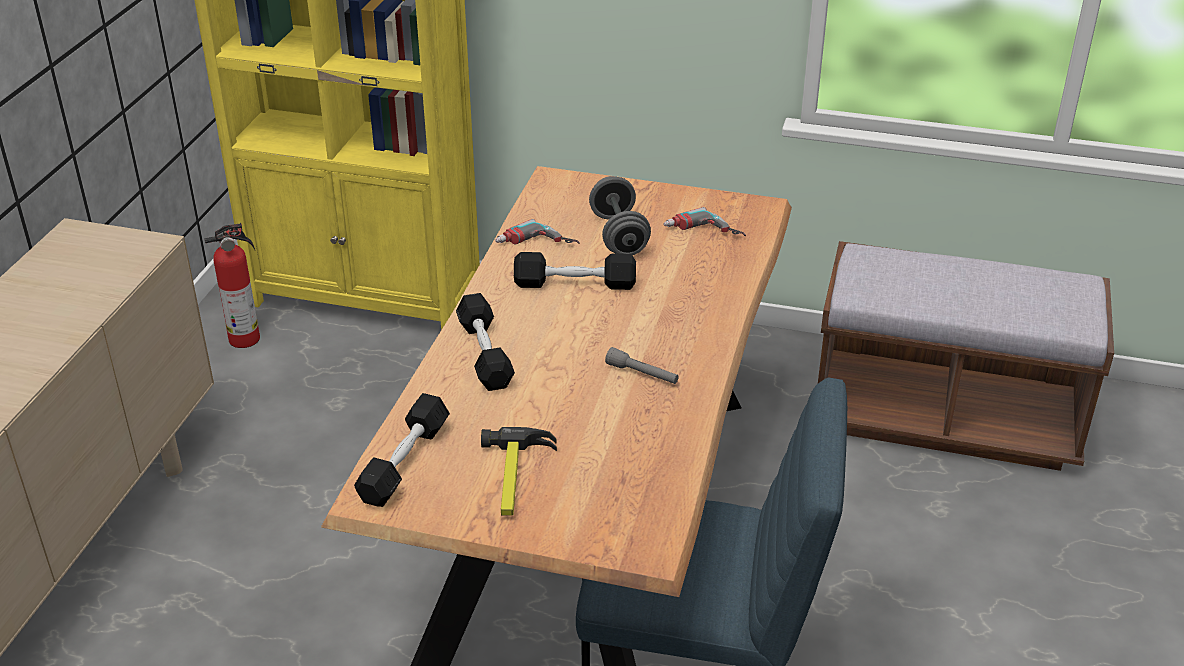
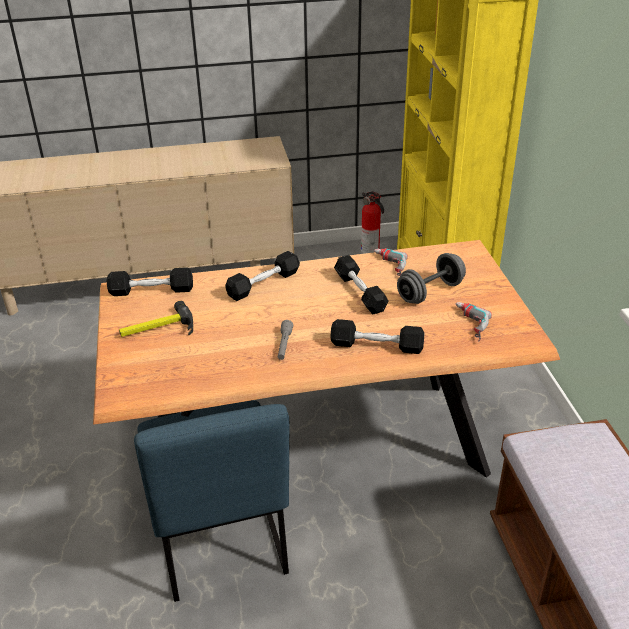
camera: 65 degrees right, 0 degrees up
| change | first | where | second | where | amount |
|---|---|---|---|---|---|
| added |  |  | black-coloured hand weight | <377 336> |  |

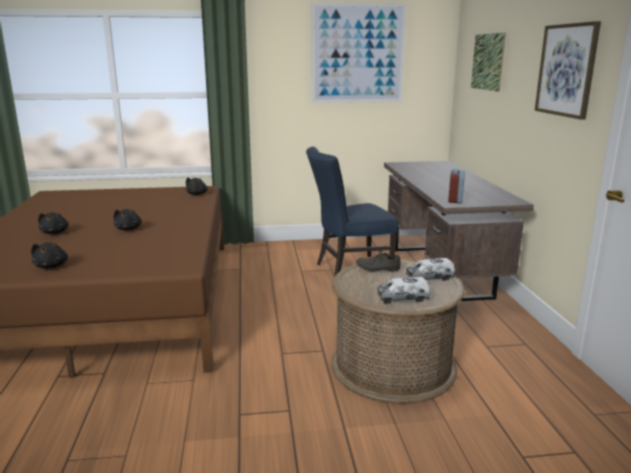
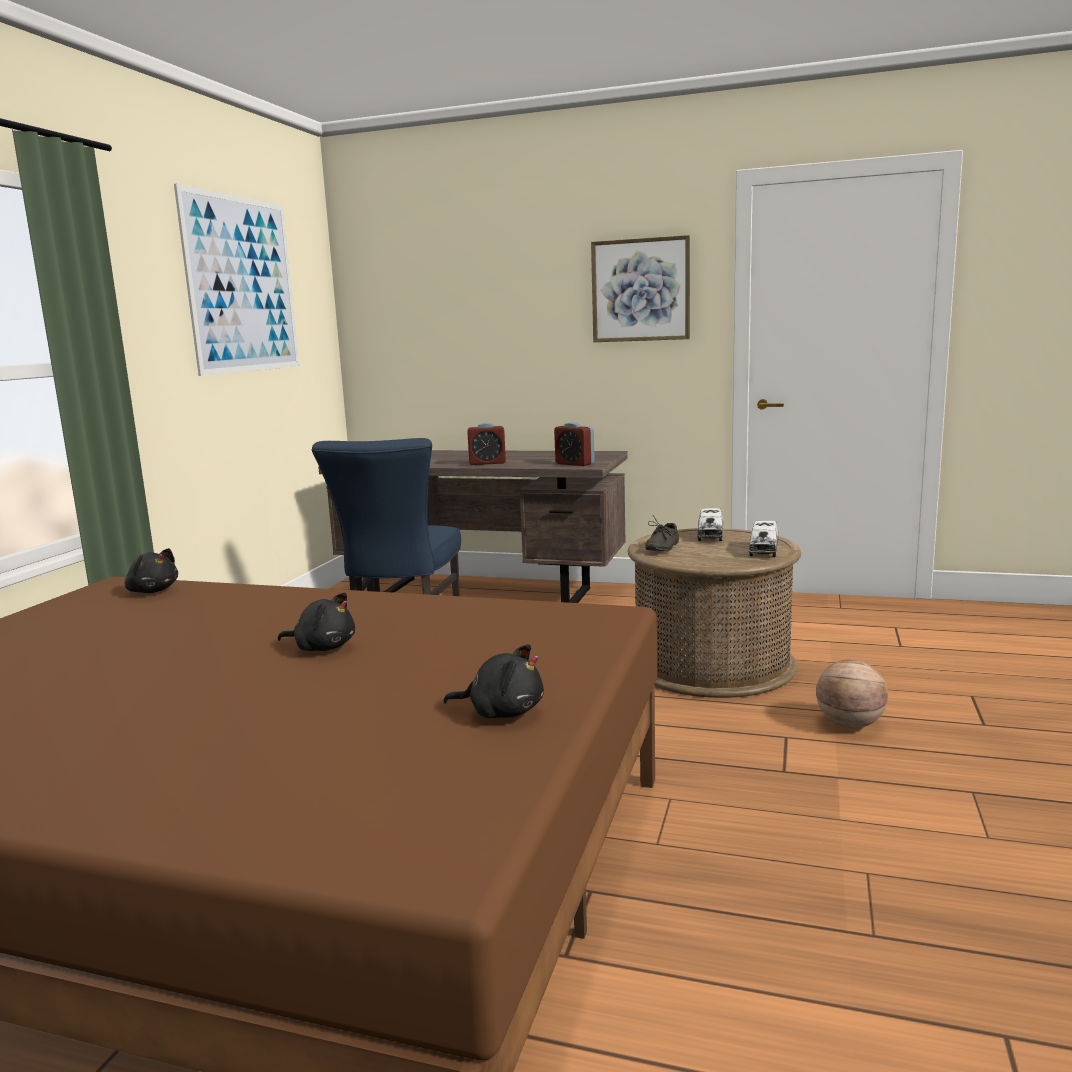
camera: 65 degrees left, 5 degrees down
| change | first | where | second | where | amount |
|---|---|---|---|---|---|
| removed | picture | <488 62> |  |  |  |
| removed | black-coloured cuddly toy | <53 223> |  |  |  |
| added |  |  | table clock | <486 444> |  |
| added |  |  | ball for basketball | <852 693> |  |

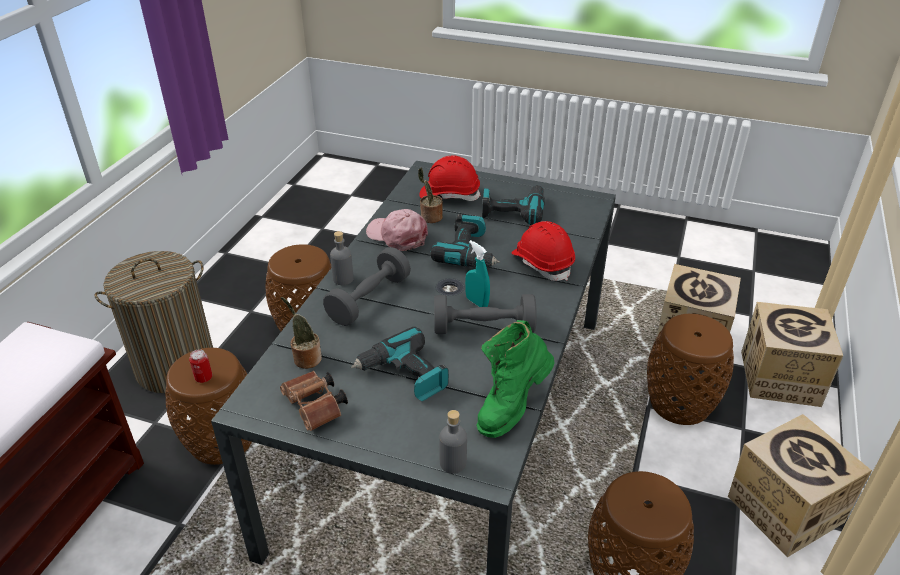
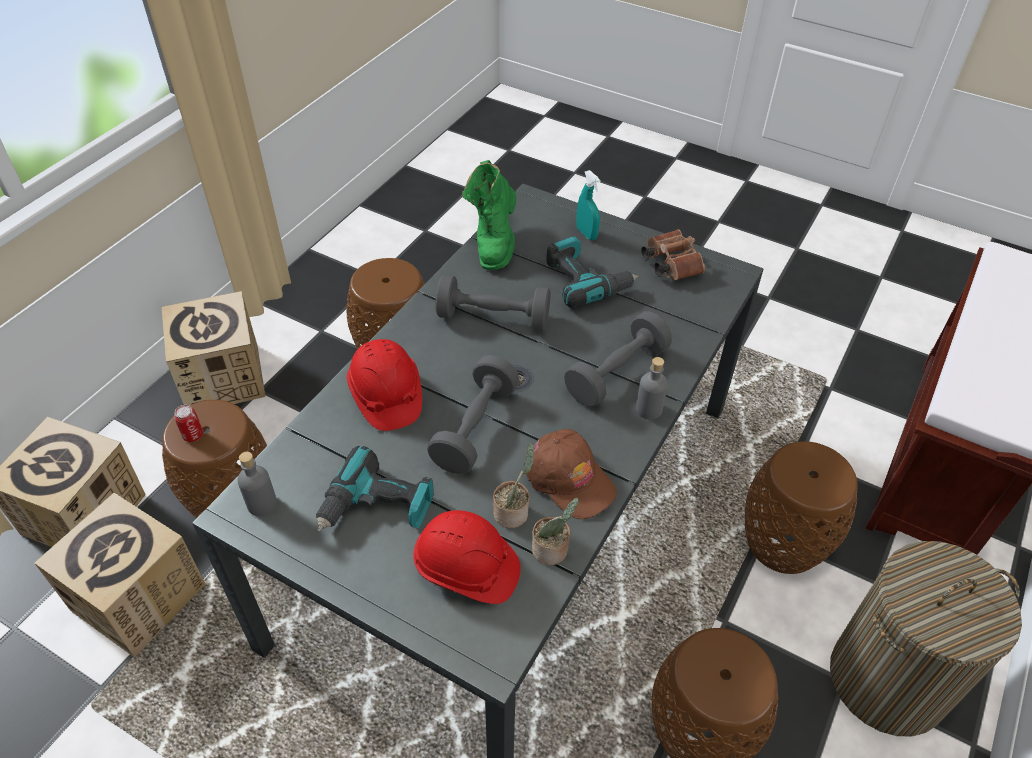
camera: 170 degrees left, 10 degrees up
| change | first | where | second | where | amount |
|---|---|---|---|---|---|
| recoloured | pinkish baseball cap | <397 230> | brownish baseball cap | <571 474> |  |
| replaced | power drill | <465 241> | gray hand weight | <473 414> |  |
| moved | turquoise-coloured spray bottle | <477 273> |  | <588 205> |  |
| moved | potted plant | <301 333> |  | <555 531> |  |
| turned | green-coloured high-top boot | <516 379> |  | <489 215> | 135 degrees clockwise |
| moved | sealed can | <200 366> |  | <188 423> |  |
| moved | gray bottle | <453 442> |  | <257 484> |  |

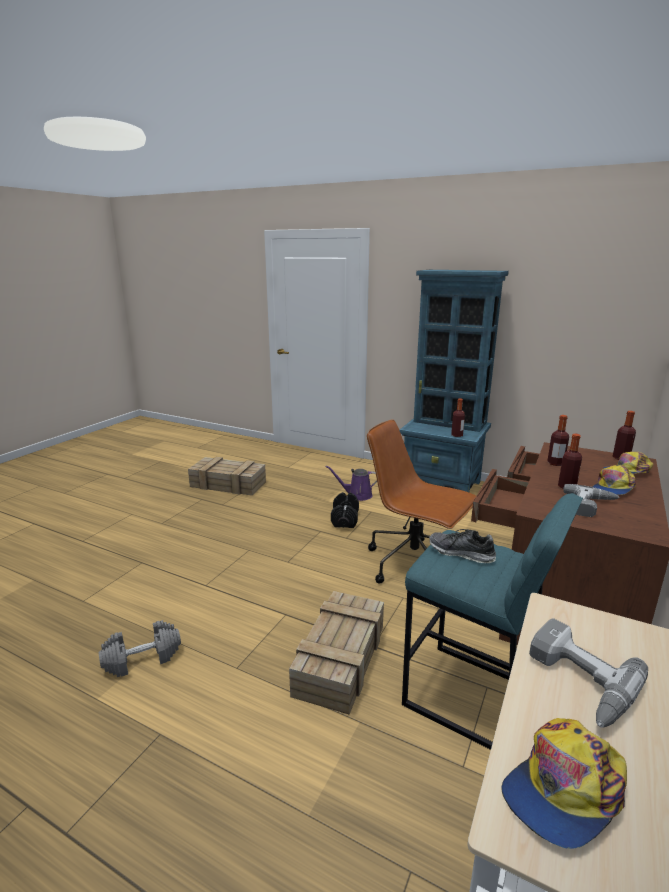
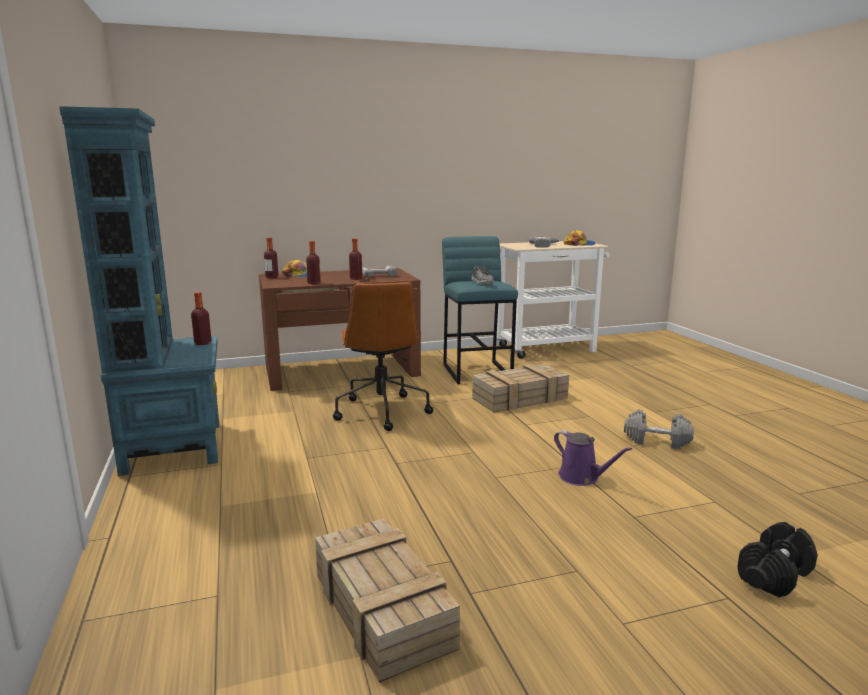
camera: 135 degrees left, 5 degrees down
| change | first | where | second | where | amount |
|---|---|---|---|---|---|
| removed | baseball cap | <614 480> |  |  |  |
| moved | purple-coloured watering can | <351 483> |  | <593 458> |  |
| moved | black-coloured hand weight | <345 510> |  | <777 560> |  |

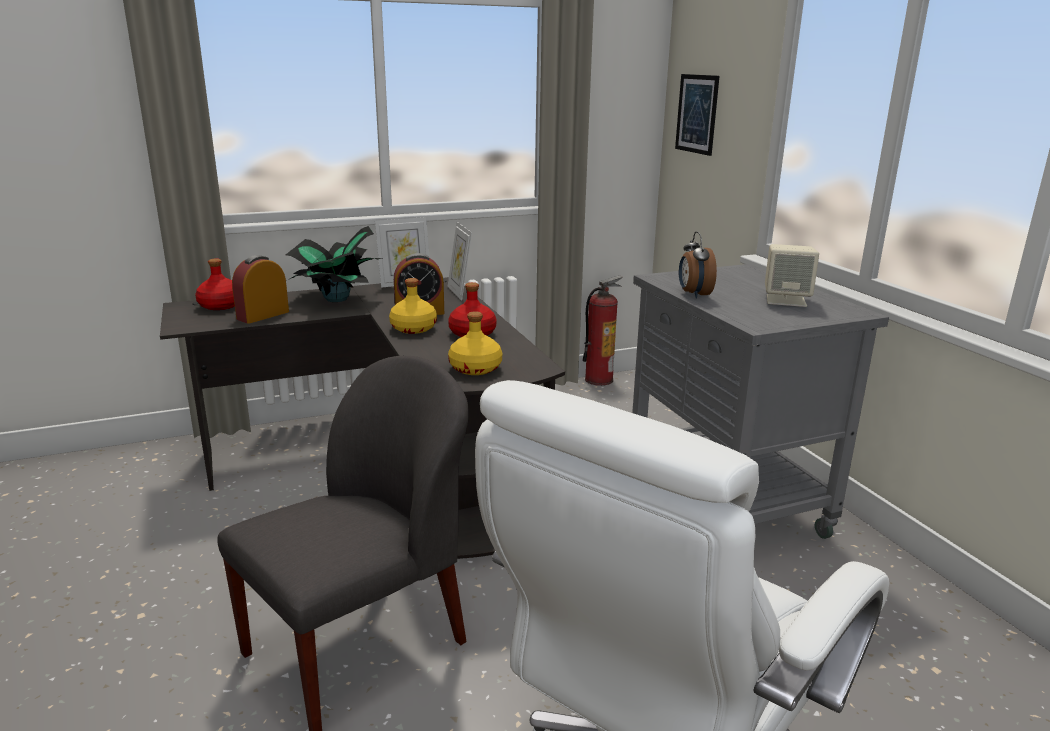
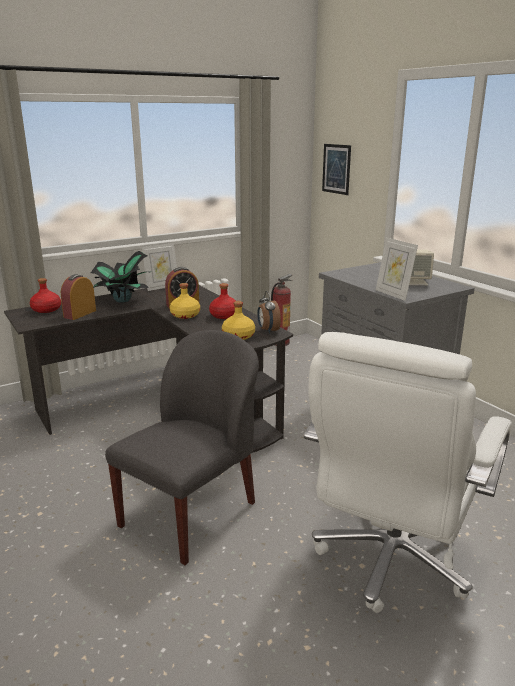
camera: 10 degrees left, 0 degrees up
| change | first | where | second | where | amount |
|---|---|---|---|---|---|
| moved | standing frame | <460 261> |  | <397 269> |  |
| moved | table clock | <698 265> |  | <269 312> |  |

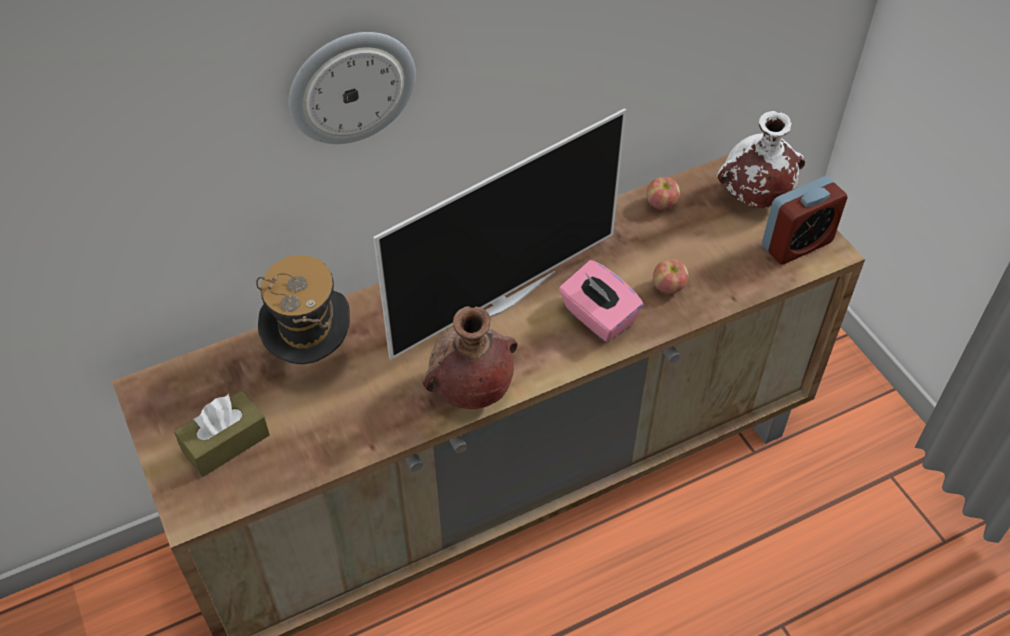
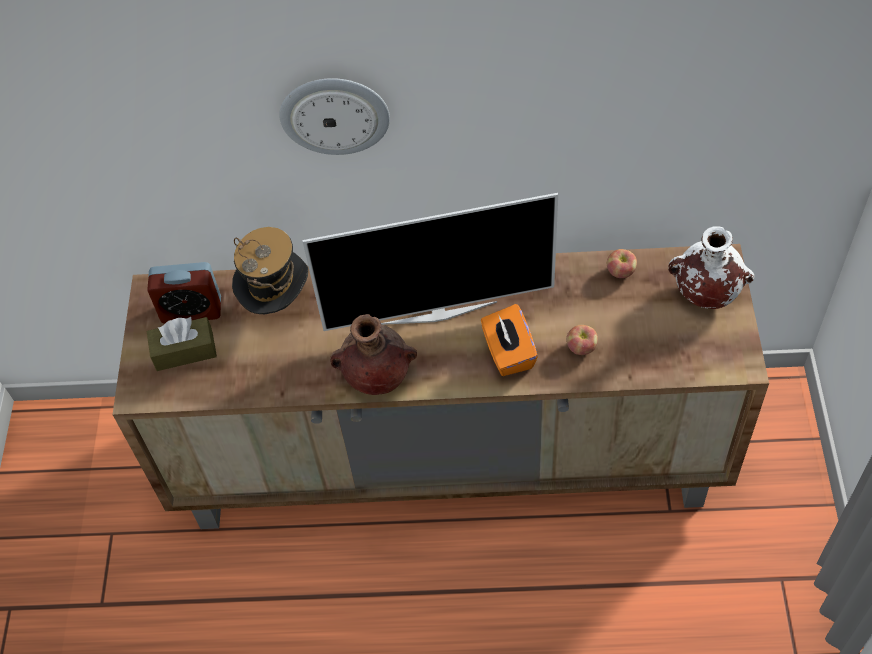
camera: 30 degrees right, 5 degrees up
| change | first | where | second | where | amount |
|---|---|---|---|---|---|
| moved | table clock | <805 220> |  | <184 293> |  |
| recoloured | pinkish tissue box | <601 301> | orange-coloured tissue box | <509 340> |  |

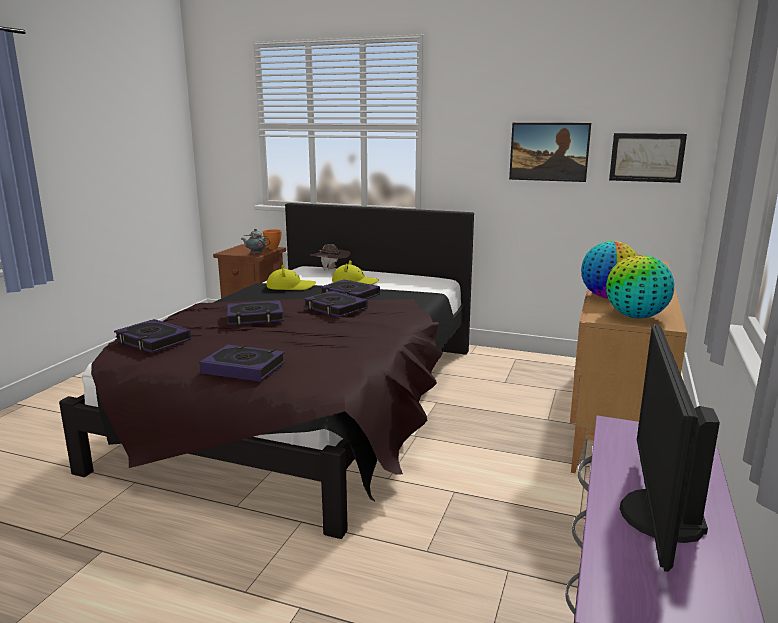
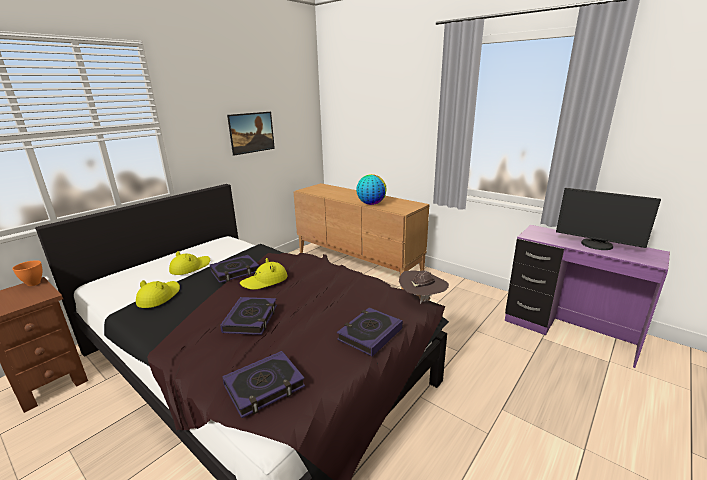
camera: 70 degrees left, 5 degrees up
| change | first | where | second | where | amount |
|---|---|---|---|---|---|
| removed | picture | <648 158> |  |  |  |
| removed | tea pot | <255 242> |  |  |  |
| moved | brownish clothing hat | <331 257> |  | <424 287> |  |
| removed | globe | <640 287> |  |  |  |
| replaced | book | <335 304> | yellow clothing hat | <263 274> |  |

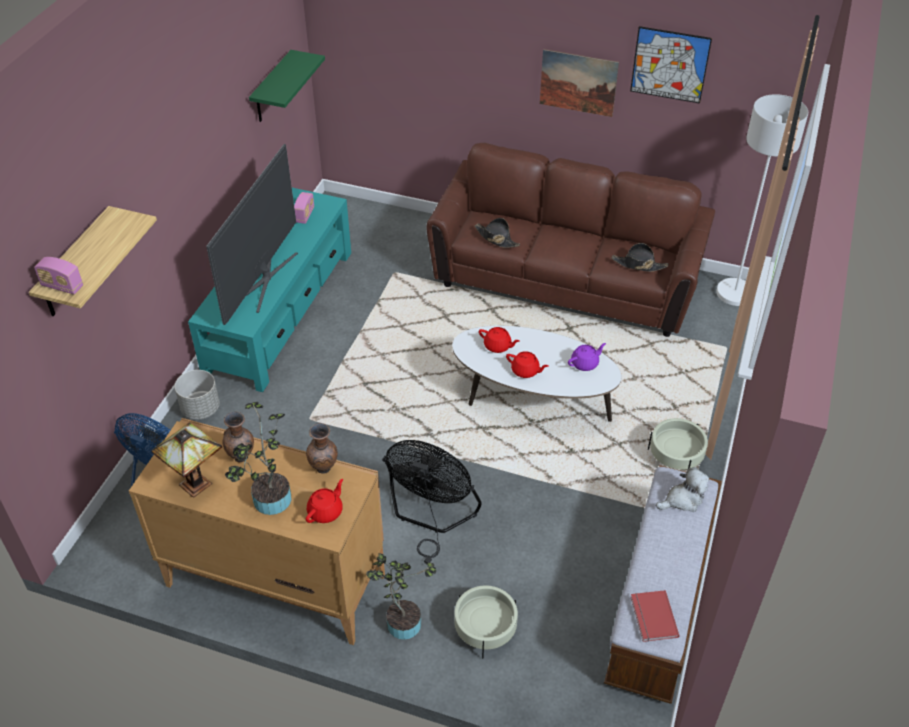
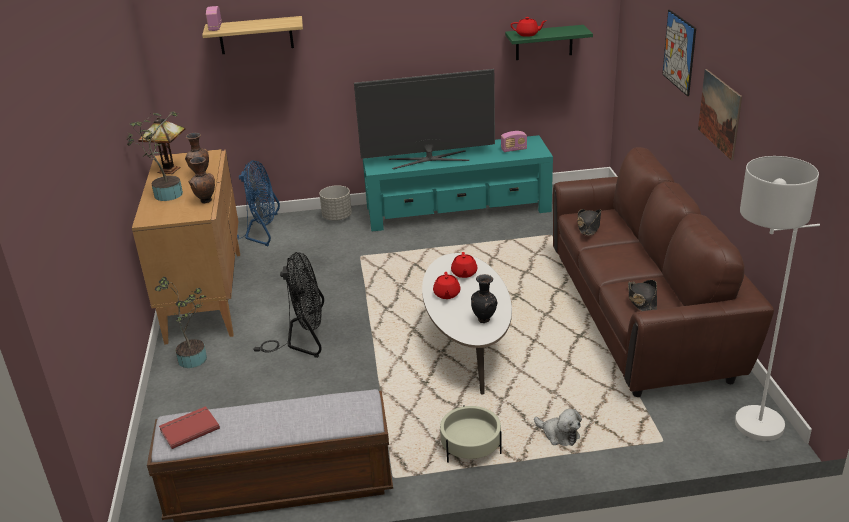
camera: 65 degrees right, 15 degrees down
| change | first | where | second | where | amount |
|---|---|---|---|---|---|
| moved | picture | <671 65> |  | <679 53> |  |
| replaced | purple-coloured tea pot | <587 357> | black-coloured decorative vase | <484 298> |  |
| moved | cuddly toy | <682 489> |  | <558 427> |  |
| moved | reddish tea pot | <324 501> |  | <528 27> |  |
| removed | beige planter | <486 621> |  |  |  |

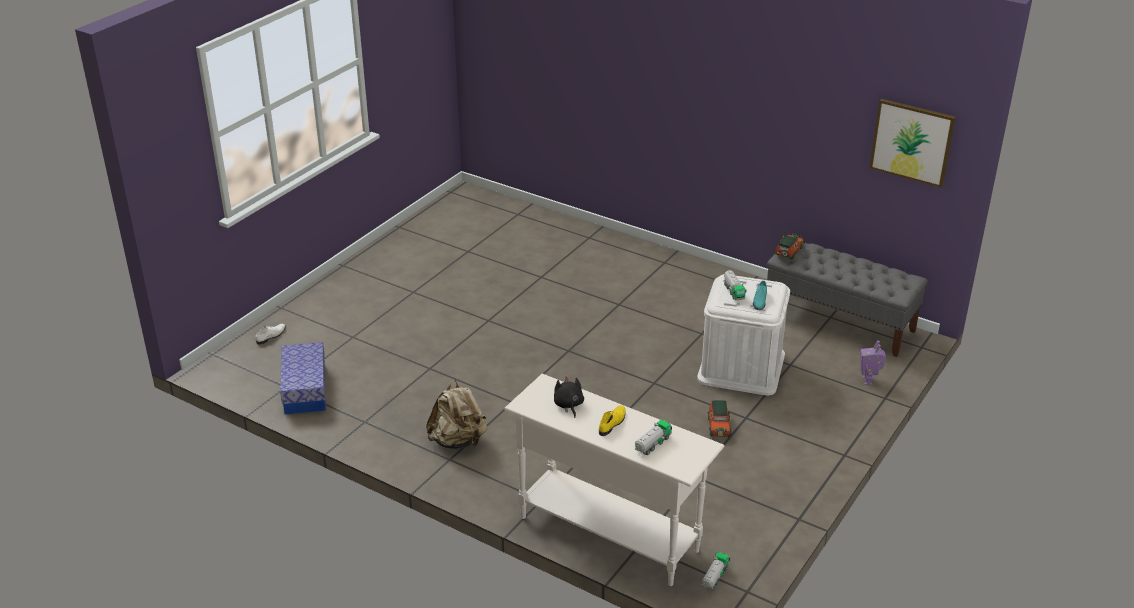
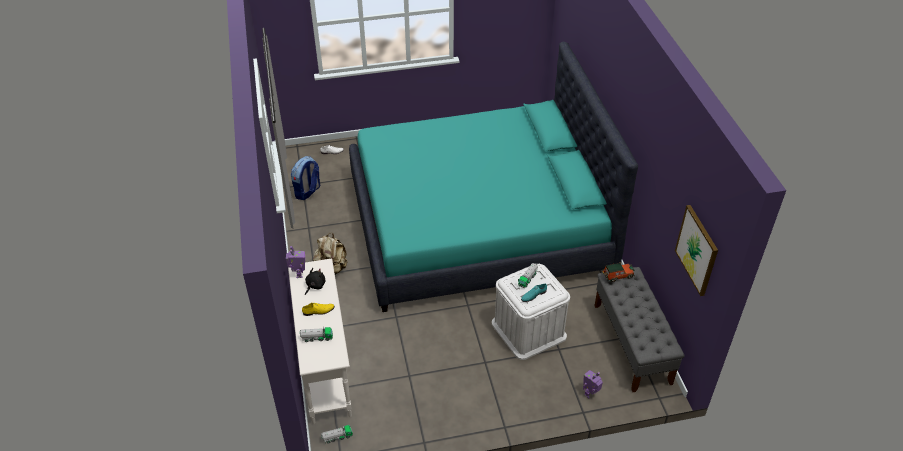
camera: 45 degrees right, 10 degrees up
| change | first | where | second | where | amount |
|---|---|---|---|---|---|
| replaced | storage container | <303 378> | rucksack | <305 178> |  |
| removed | toy car | <720 418> |  |  |  |
| added |  |  | turquoise-coloured sleeping bed | <493 177> |  |
| added |  |  | model robot | <295 262> |  |

